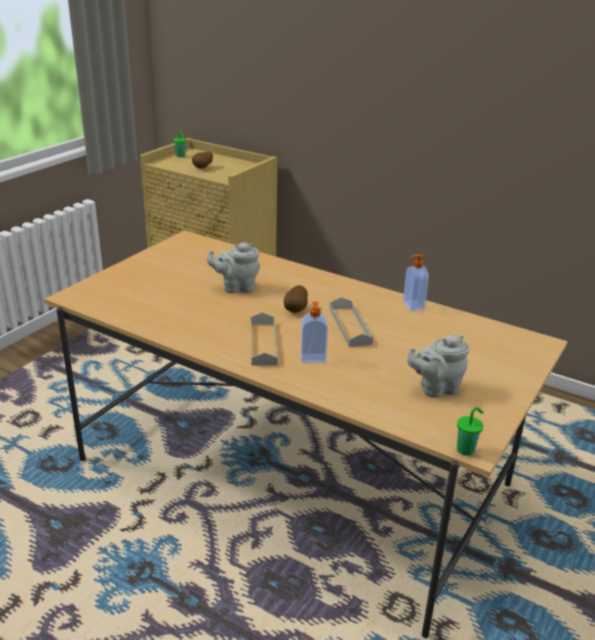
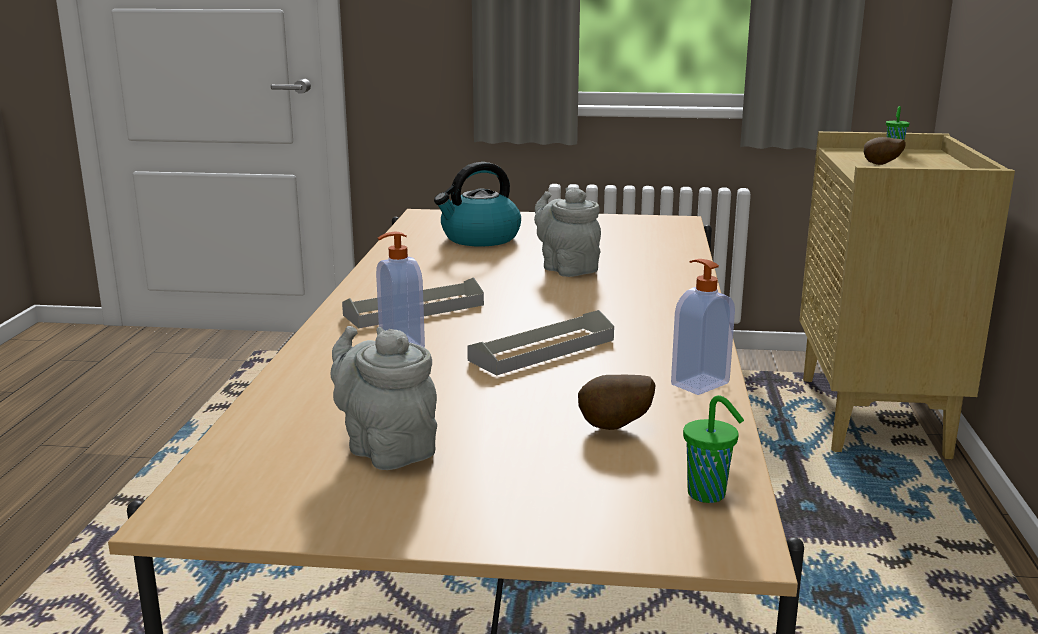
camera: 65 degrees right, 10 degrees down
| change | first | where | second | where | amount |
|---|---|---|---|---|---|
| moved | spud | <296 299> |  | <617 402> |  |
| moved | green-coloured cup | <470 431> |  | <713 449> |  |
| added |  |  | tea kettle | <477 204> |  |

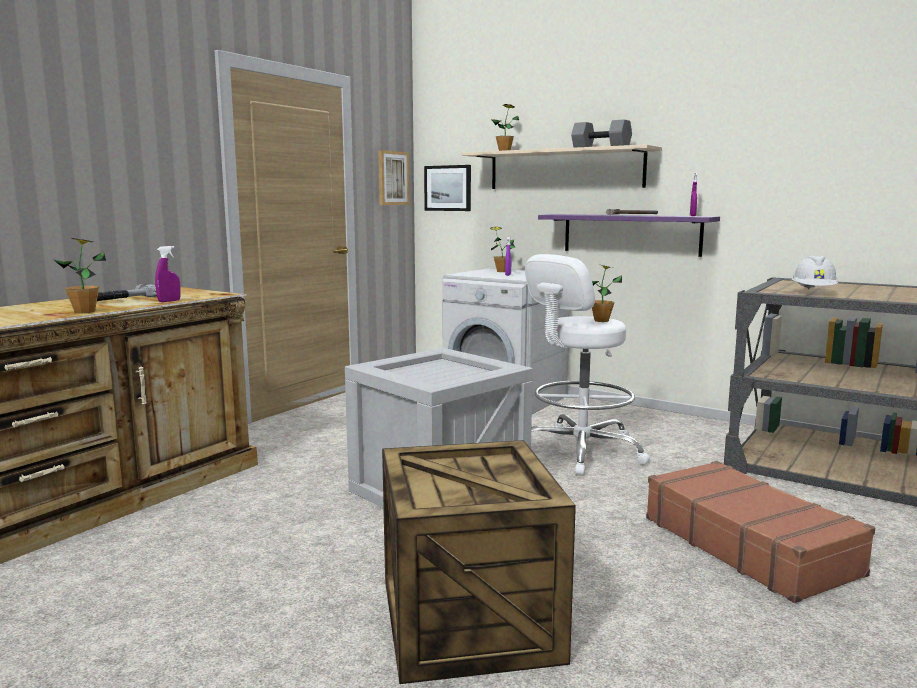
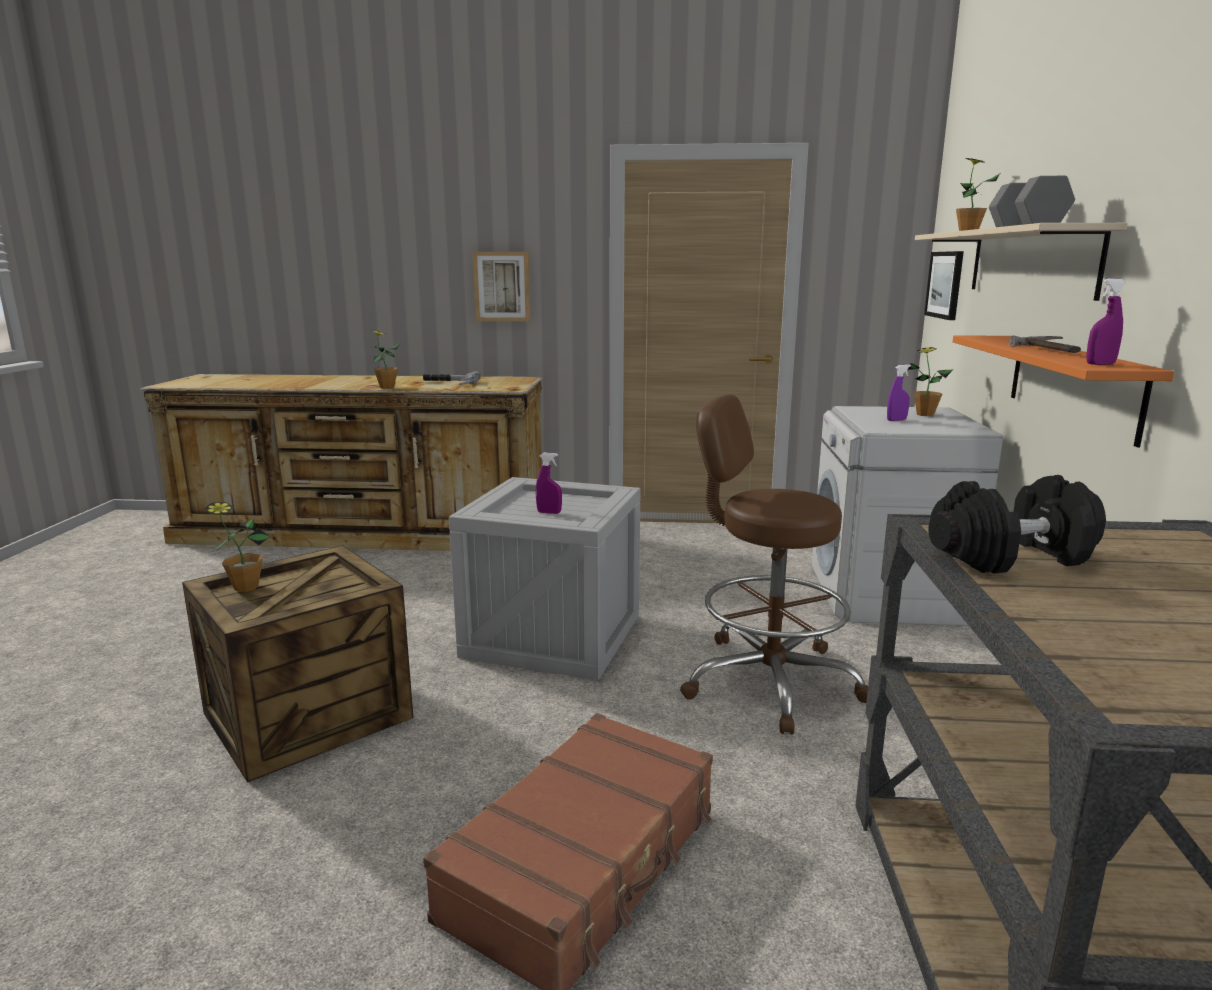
camera: 60 degrees right, 5 degrees up
| change | first | where | second | where | amount |
|---|---|---|---|---|---|
| moved | picture | <394 177> |  | <501 286> |  |
| recoloured | purple-coloured shelf | <629 235> | orange-coloured shelf | <1063 391> |  |
| moved | purple-coloured spray bottle | <168 274> |  | <549 483> |  |
| recoloured | white-coloured stool | <587 365> | brownish stool | <774 564> |  |
| replaced | white-coloured hard hat | <815 273> | black-coloured hand weight | <1017 524> |  |
| moved | potted plant | <607 293> |  | <237 547> |  |

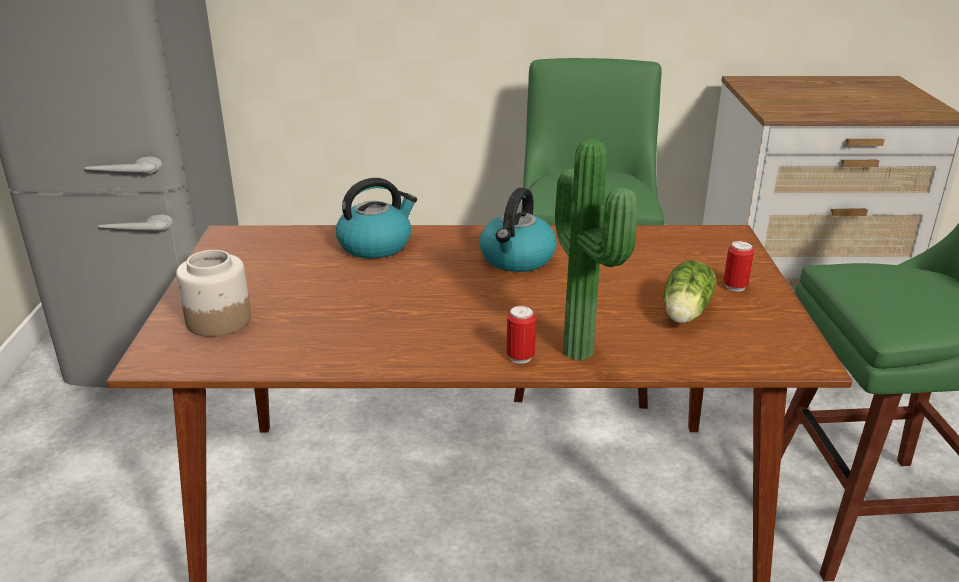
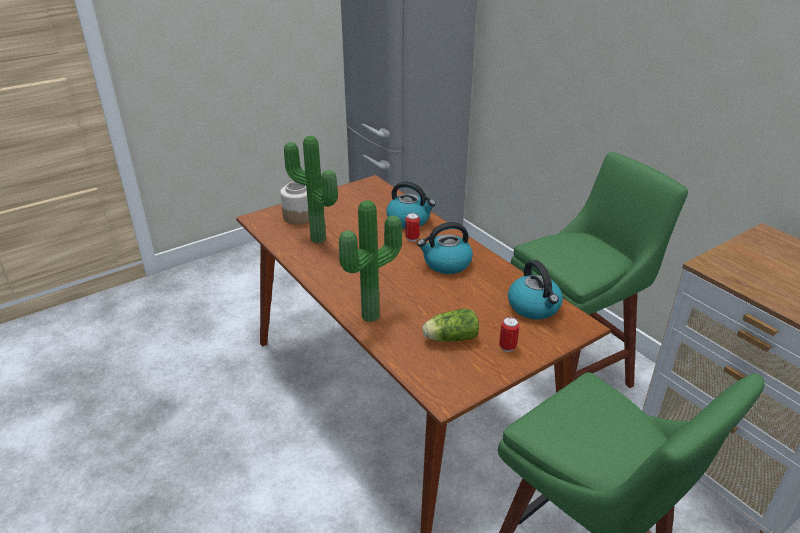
camera: 55 degrees right, 5 degrees up
| change | first | where | second | where | amount |
|---|---|---|---|---|---|
| moved | sealed can | <521 334> |  | <413 227> |  |
| added |  |  | potted plant | <311 189> |  |
| added |  |  | tea kettle | <535 289> |  |

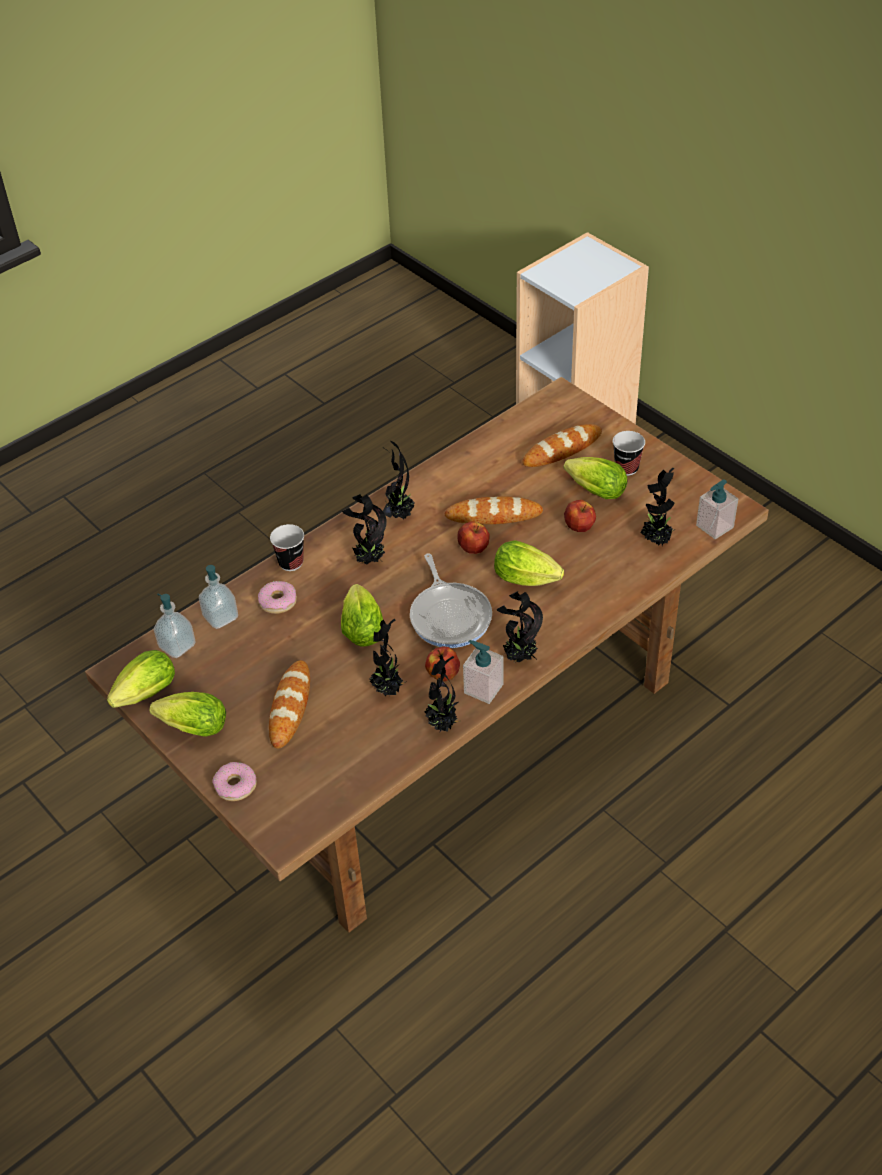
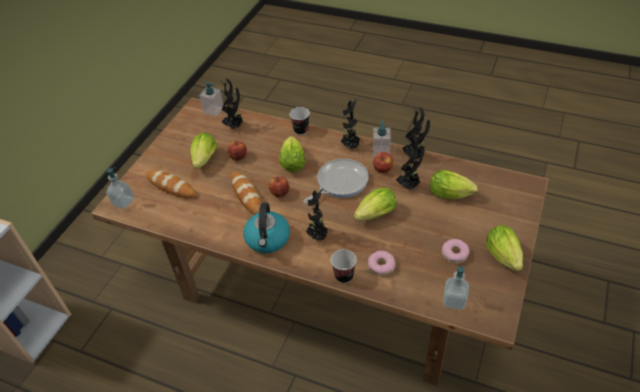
camera: 115 degrees left, 0 degrees up
| change | first | where | second | where | amount |
|---|---|---|---|---|---|
| moved | cup | <629 453> |  | <299 121> |  |
| replaced | potted plant | <399 480> | tea kettle | <266 227> |  |
| moved | soap bottle | <218 597> |  | <120 188> |  |
| moved | head of lettuce | <141 679> |  | <454 184> |  |
| removed | baked bread | <289 704> |  |  |  |
| moved | ring doughnut | <234 781> |  | <456 251> |  |

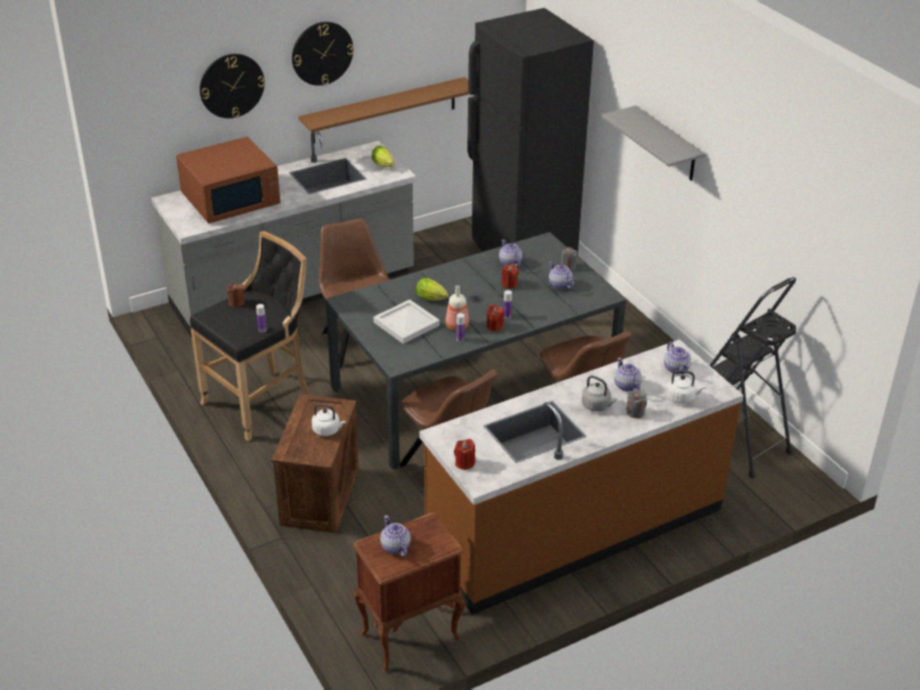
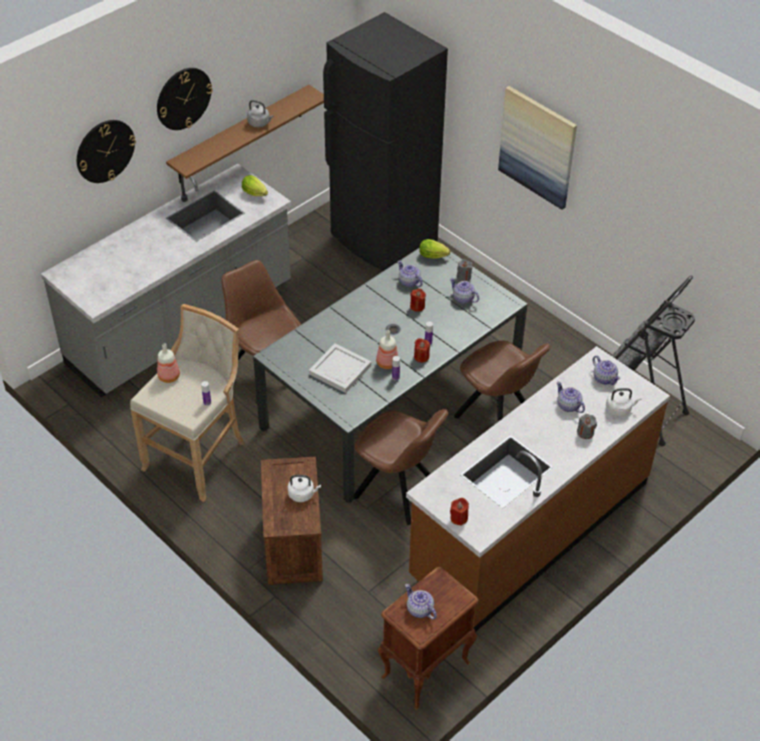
camera: 15 degrees left, 10 degrees up
| change | first | where | second | where | amount |
|---|---|---|---|---|---|
| replaced | gray shelf | <653 143> | picture | <537 148> |  |
| removed | brownish kitchen microwave | <228 180> |  |  |  |
| recoloured | black-coloured stool | <250 336> | beige stool | <187 403> |  |
| moved | head of lettuce | <432 289> |  | <434 249> |  |
| replaced | brownish candle | <236 295> | bottle | <168 363> |  |
| moved | gray tea kettle | <599 393> |  | <260 113> |  |

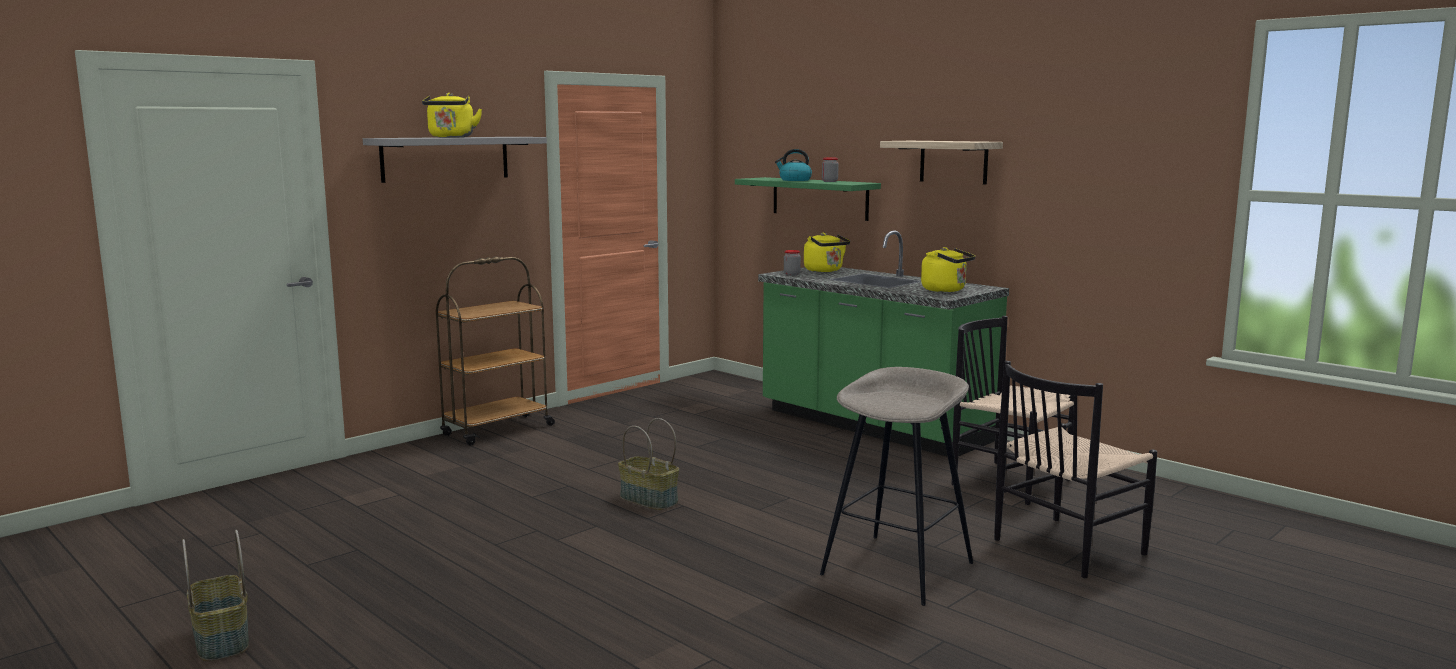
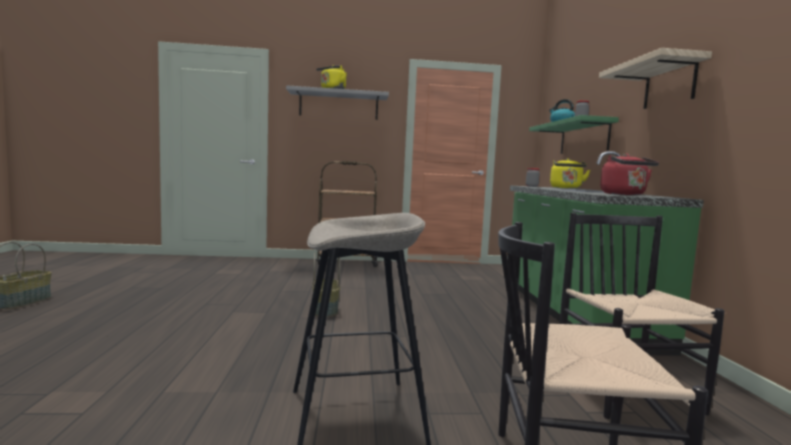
camera: 40 degrees right, 5 degrees down
| change | first | where | second | where | amount |
|---|---|---|---|---|---|
| recoloured | yellow tea kettle | <948 269> | reddish tea kettle | <629 174> |  |

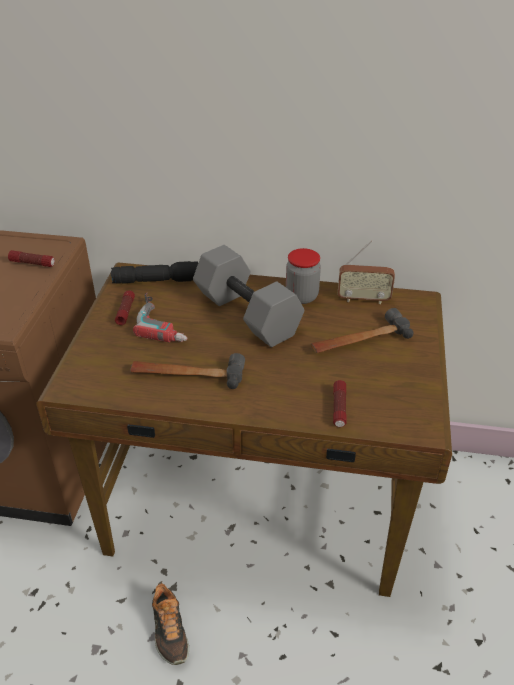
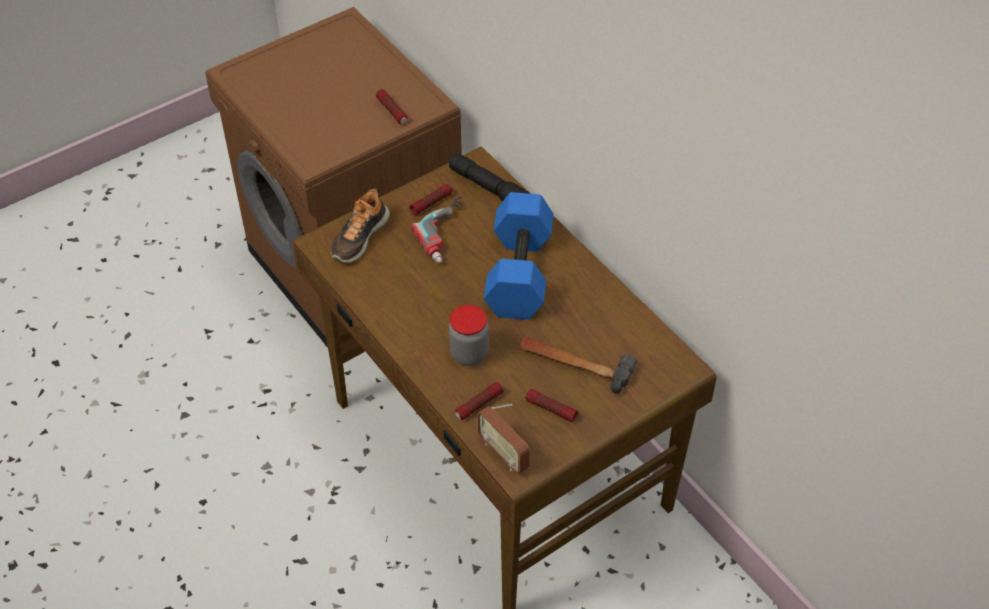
camera: 45 degrees right, 10 degrees up
| change | first | where | second | where | amount |
|---|---|---|---|---|---|
| moved | radio set | <366 272> |  | <503 439> |  |
| recoloured | gray hand weight | <248 296> | bluish hand weight | <519 256> |  |
| moved | jar | <303 276> |  | <469 335> |  |
| removed | hammer | <187 371> |  |  |  |
| moved | item of footwear | <170 623> |  | <360 225> |  |
| added |  |  | hand torch | <551 405> |  |

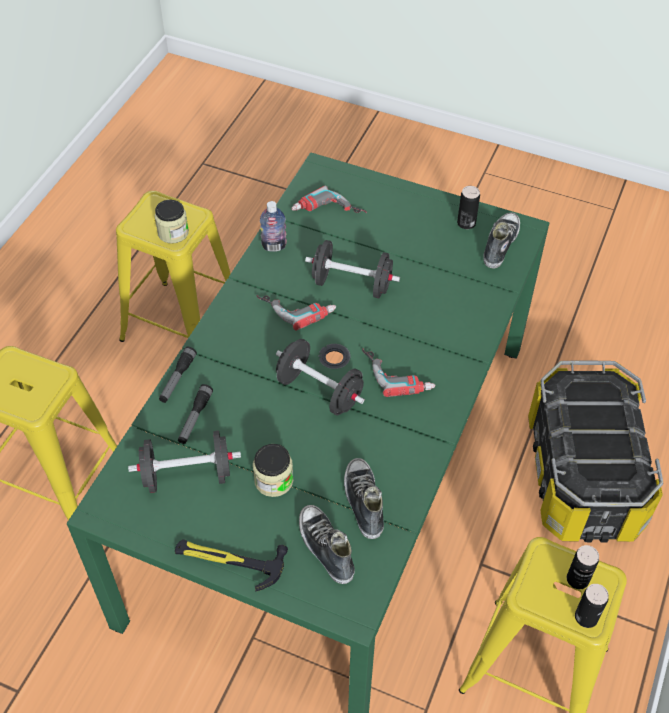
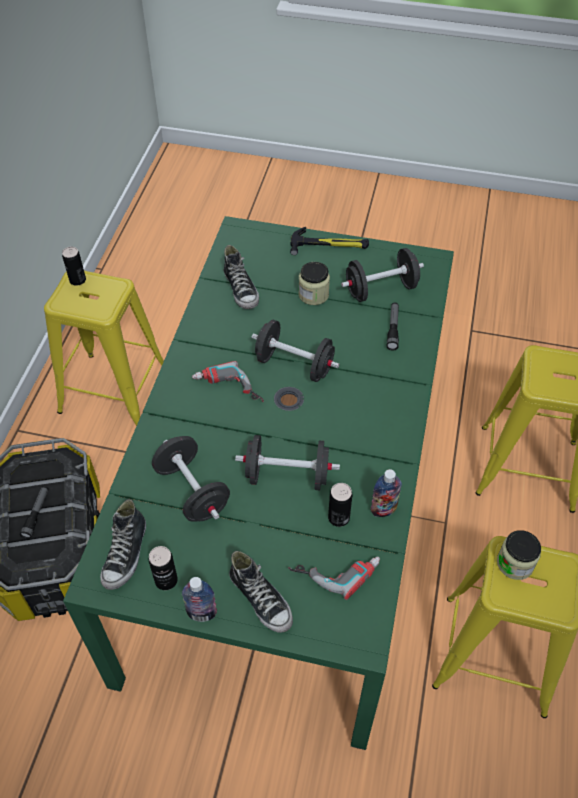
camera: 170 degrees right, 0 degrees up
| change | first | where | second | where | amount |
|---|---|---|---|---|---|
| removed | power drill | <296 312> |  |  |  |
| moved | hand torch | <178 375> |  | <34 512> |  |
| moved | item of footwear | <327 544> |  | <261 592> |  |
| moved | sealed can | <583 567> |  | <340 505> |  |
| added |  |  | black-coloured hand weight | <191 479> |  |
| added |  |  | bottle | <199 599> |  |

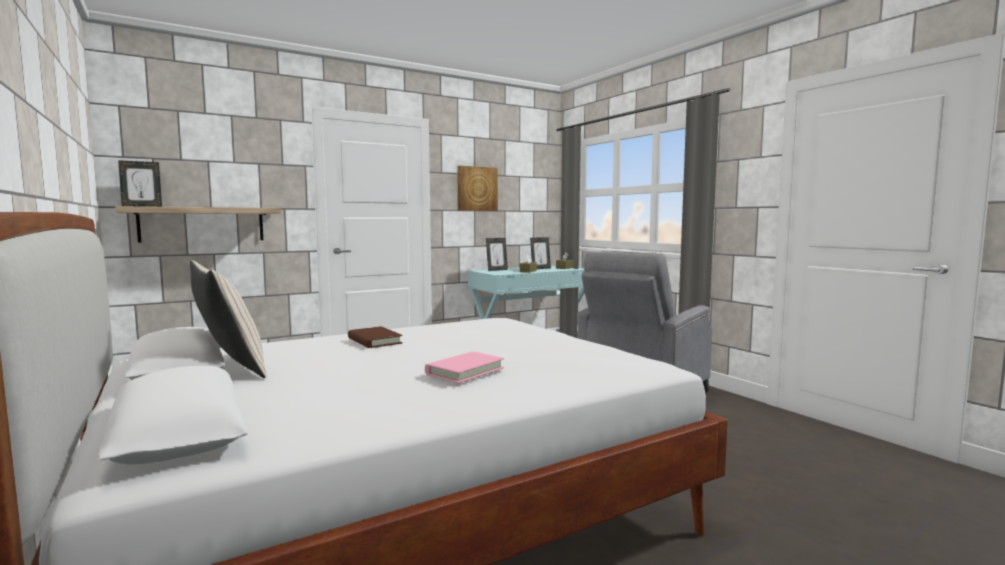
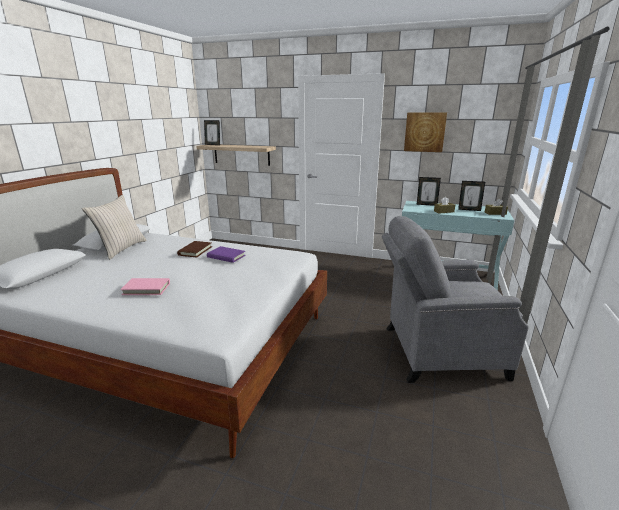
camera: 50 degrees right, 15 degrees up
| change | first | where | second | where | amount |
|---|---|---|---|---|---|
| added |  |  | purple-coloured book | <226 254> |  |

